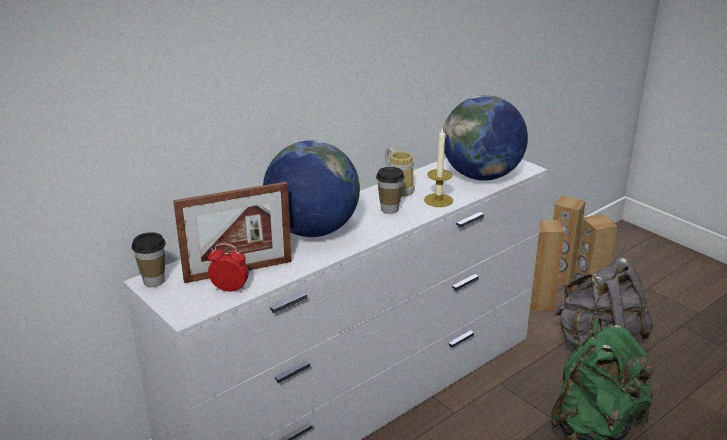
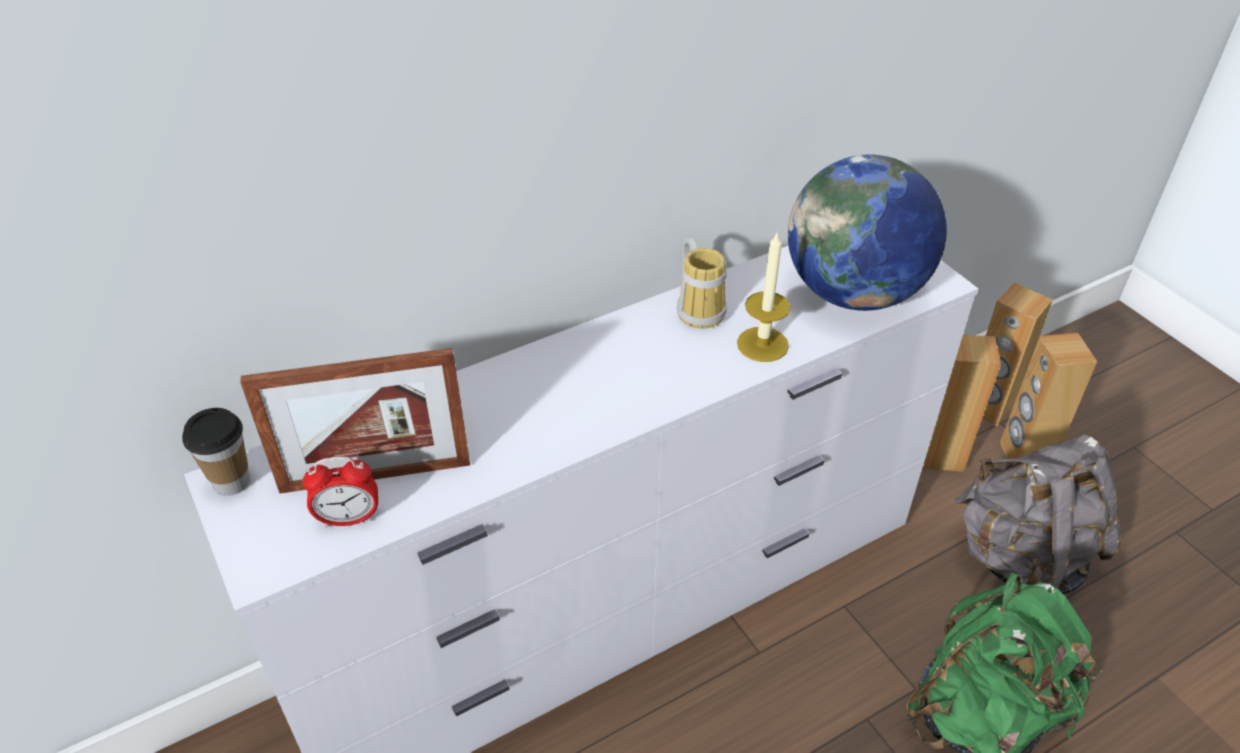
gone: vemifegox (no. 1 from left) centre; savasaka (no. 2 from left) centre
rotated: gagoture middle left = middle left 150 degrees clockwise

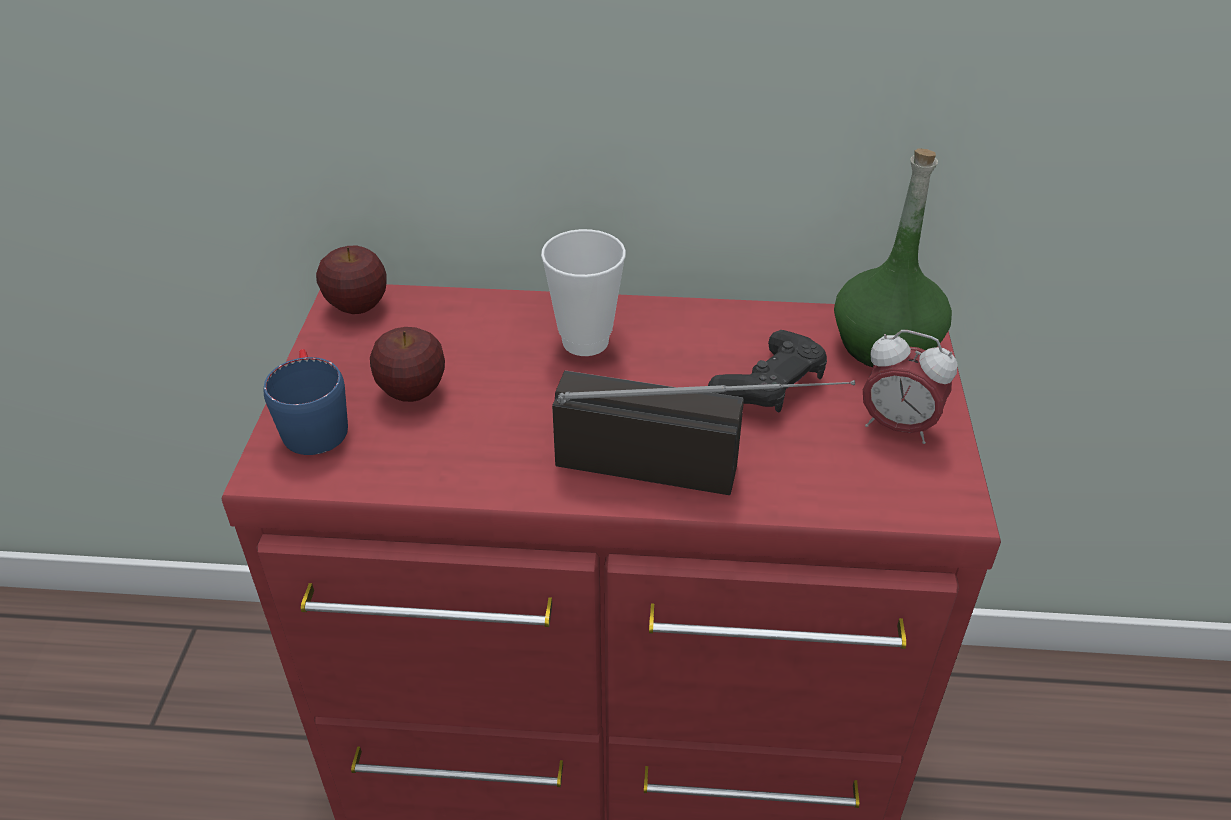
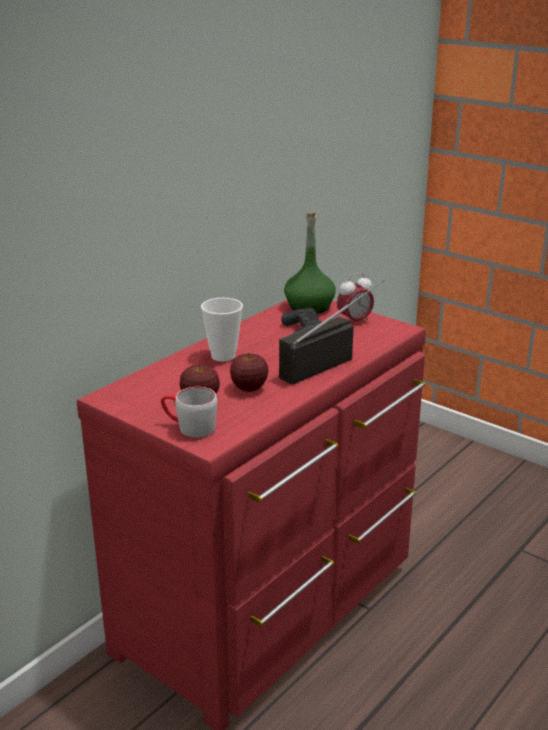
shifted: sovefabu (no. 1 from left in the first image) middle left to sovefabu (no. 2 from left) centre
repainted: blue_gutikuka middle left to grey_gutikuka centre

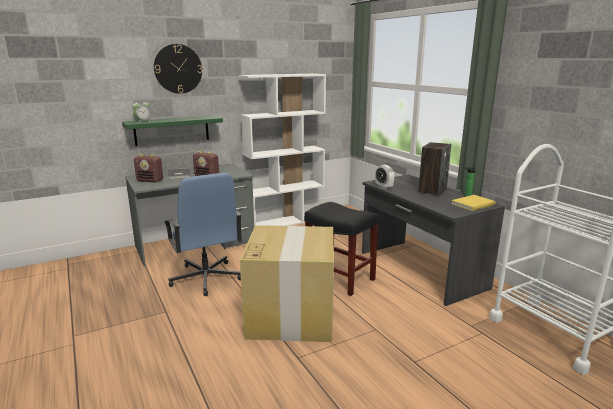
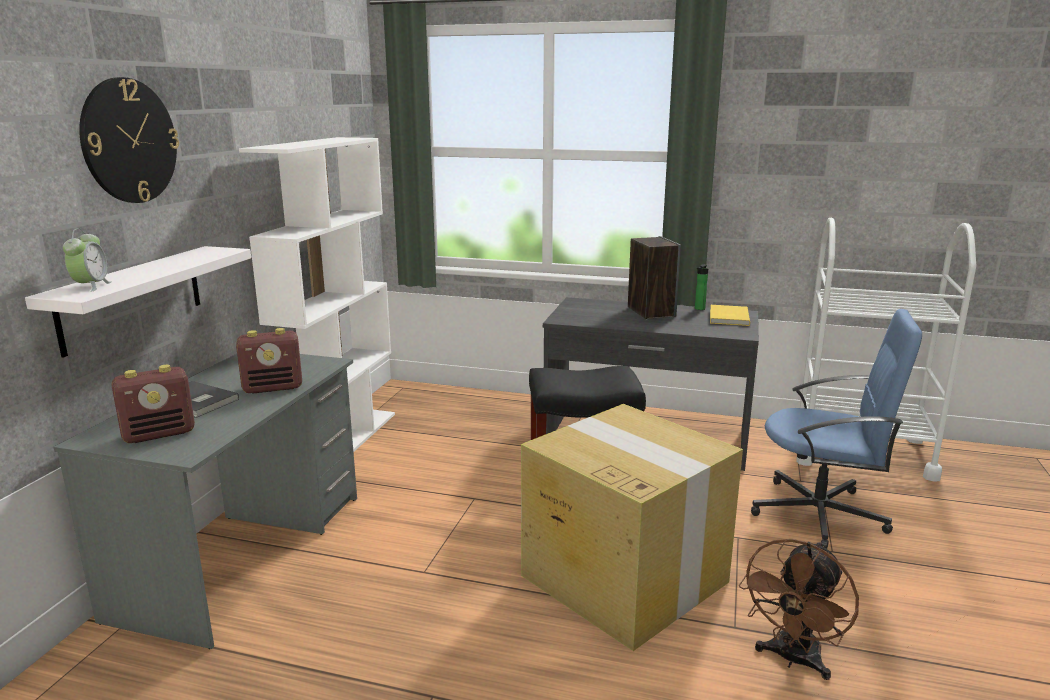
gone: gagoture (no. 2 from left) centre
new: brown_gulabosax bottom right
shifted: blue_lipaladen middle left to middle right
repainted: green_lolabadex top left to white_lolabadex middle left

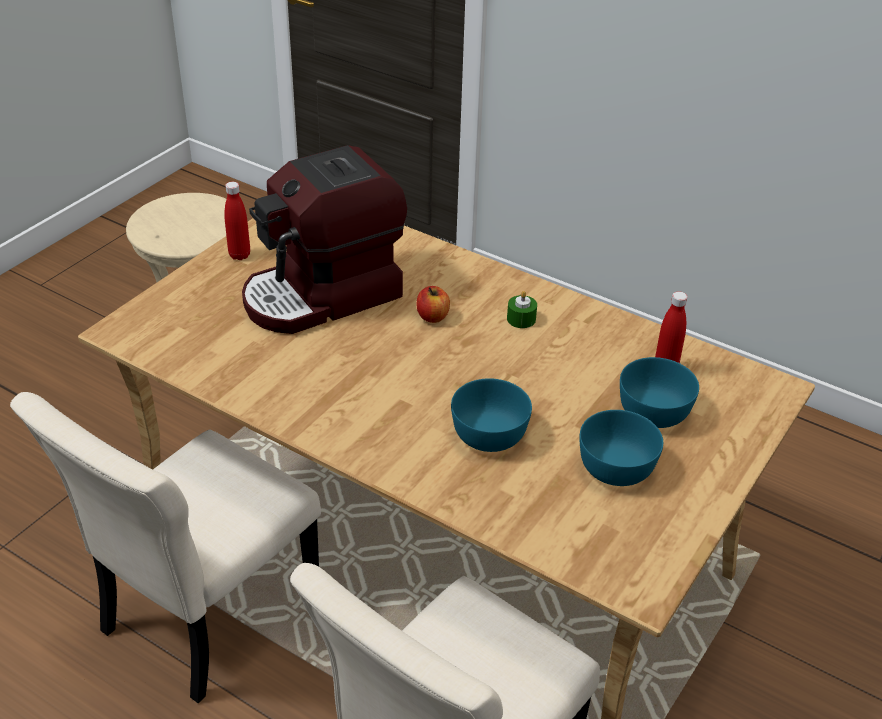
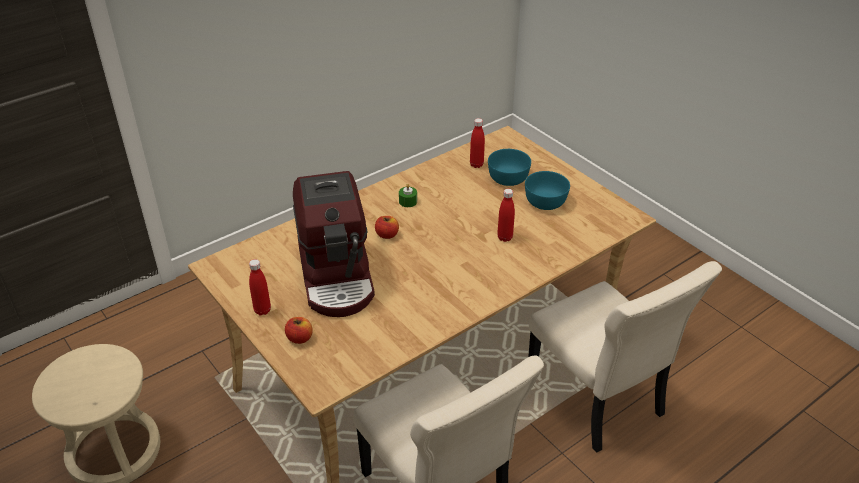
new: sovefabu (no. 1 from left) bottom centre
swapped: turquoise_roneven (no. 1 from left) centre to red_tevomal (no. 3 from left) centre

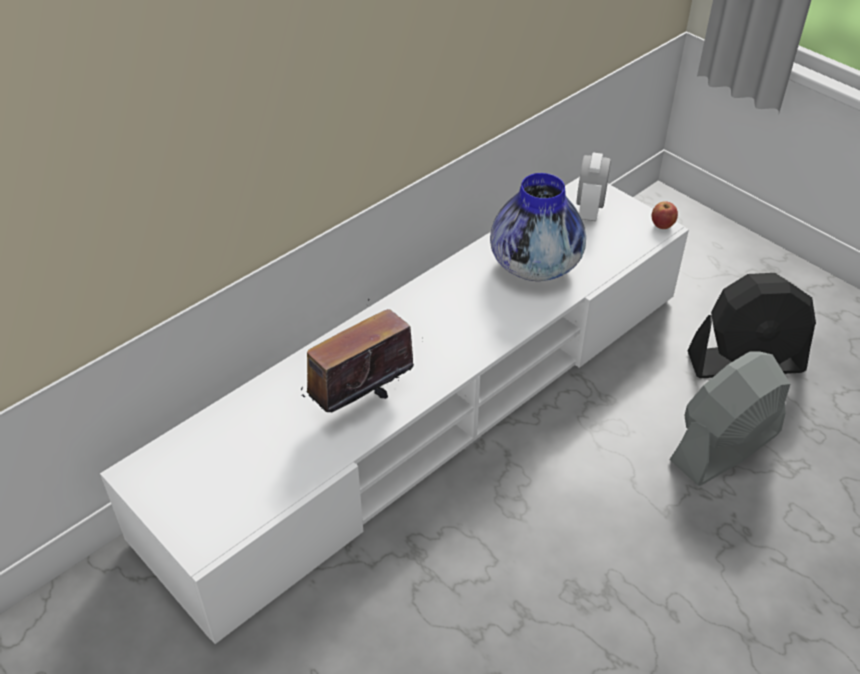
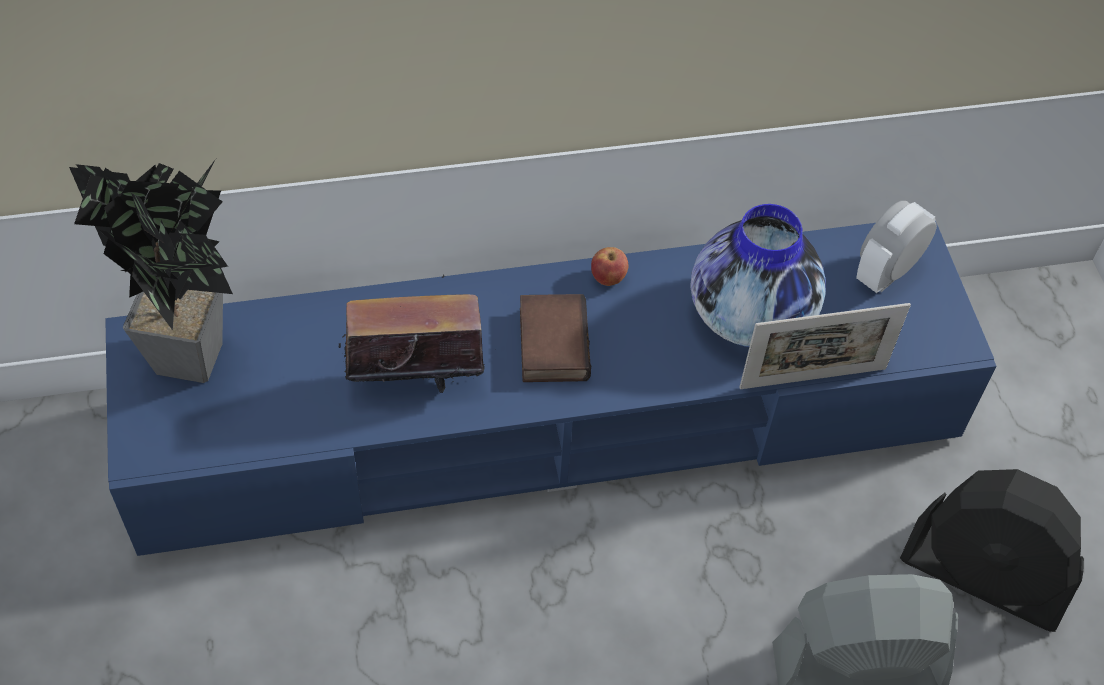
new: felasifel middle left; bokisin centre; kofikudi middle right
shifted: sovefabu top right to centre
repainted: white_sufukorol centre to blue_sufukorol centre

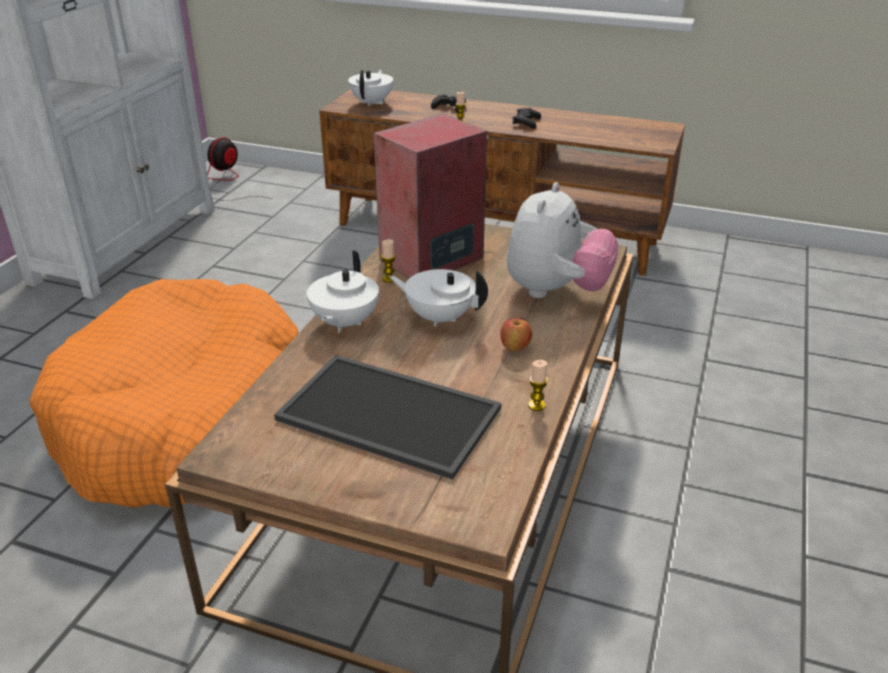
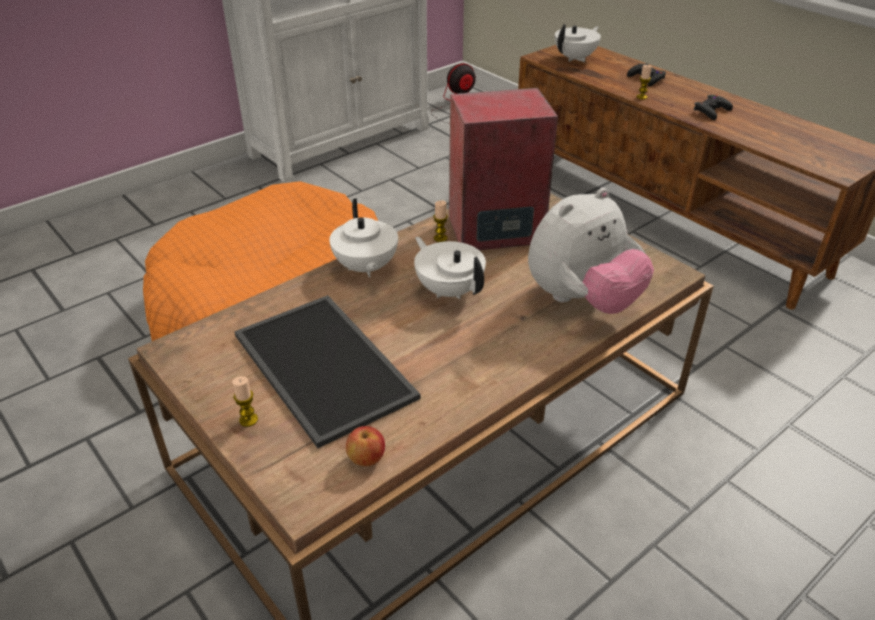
shifted: sovefabu centre to bottom centre; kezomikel (no. 3 from left in the first image) centre to kezomikel (no. 1 from left) middle left
rotated: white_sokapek (no. 1 from left) centre = centre 60 degrees counterclockwise

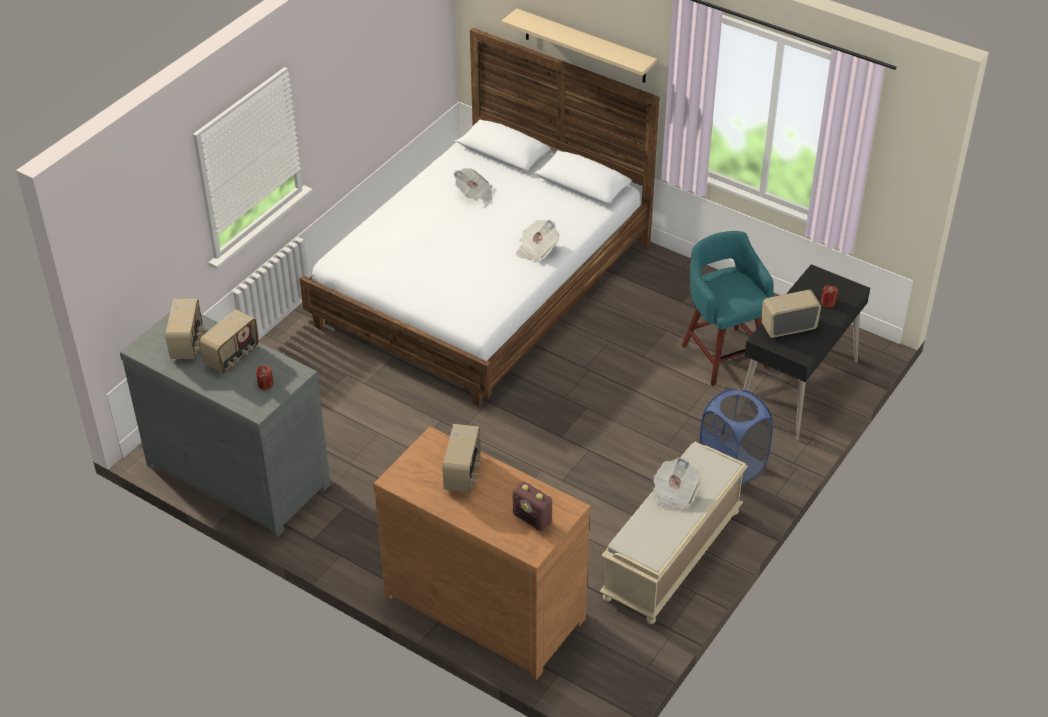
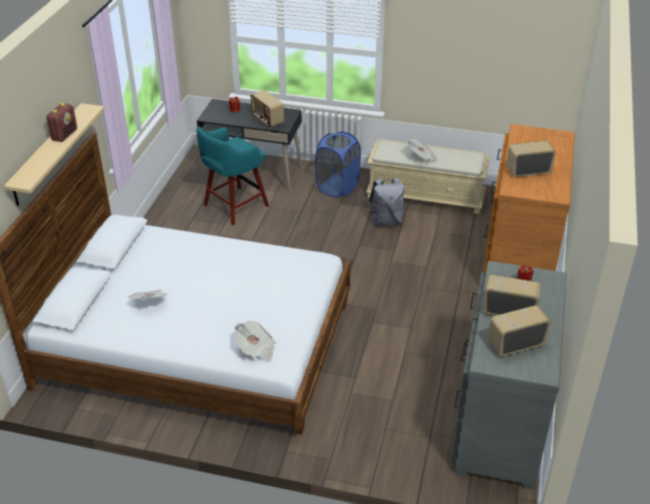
new: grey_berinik centre
shifted: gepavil (no. 4 from left in the first image) bottom centre to gepavil (no. 1 from left) top left; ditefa (no. 2 from left) centre to bottom centre

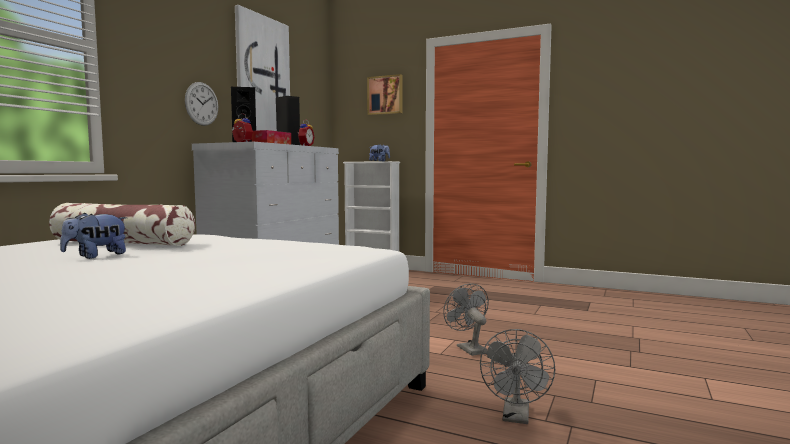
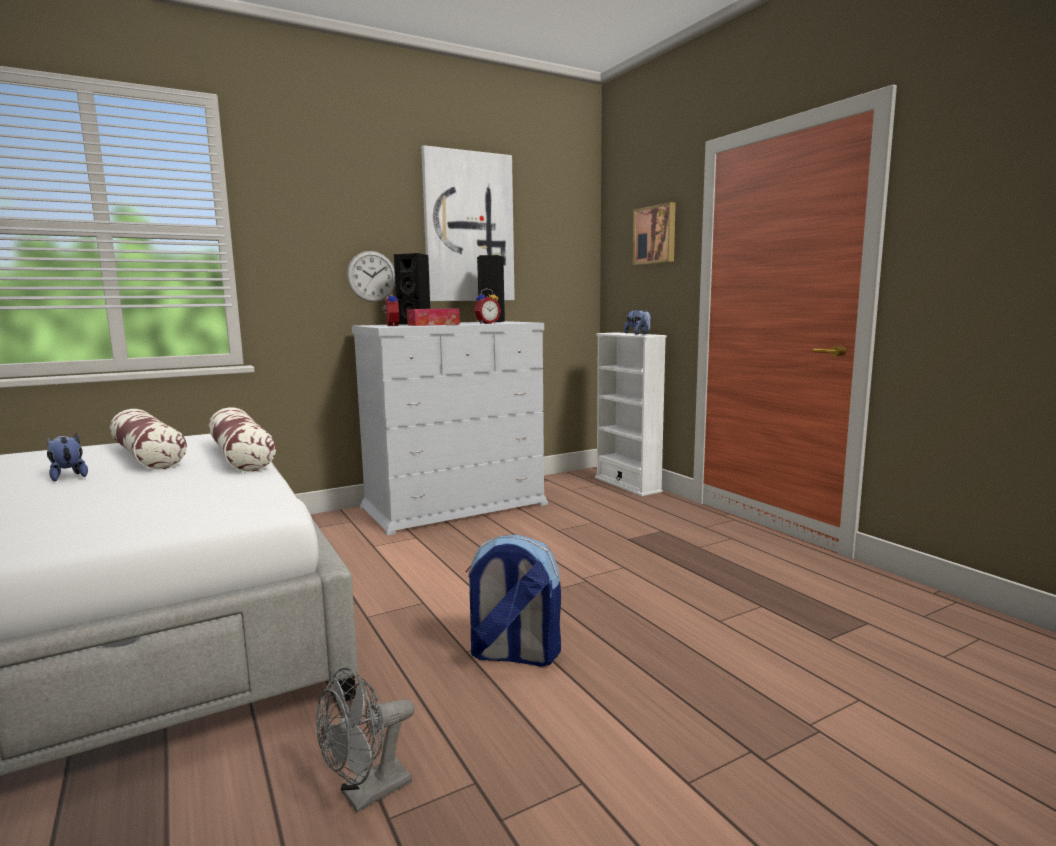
new: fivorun (no. 2 from left) middle left
swapped: grey_gulabosax (no. 1 from left) bottom centre to berinik bottom centre
rotated: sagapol (no. 1 from left) middle left = middle left 60 degrees clockwise

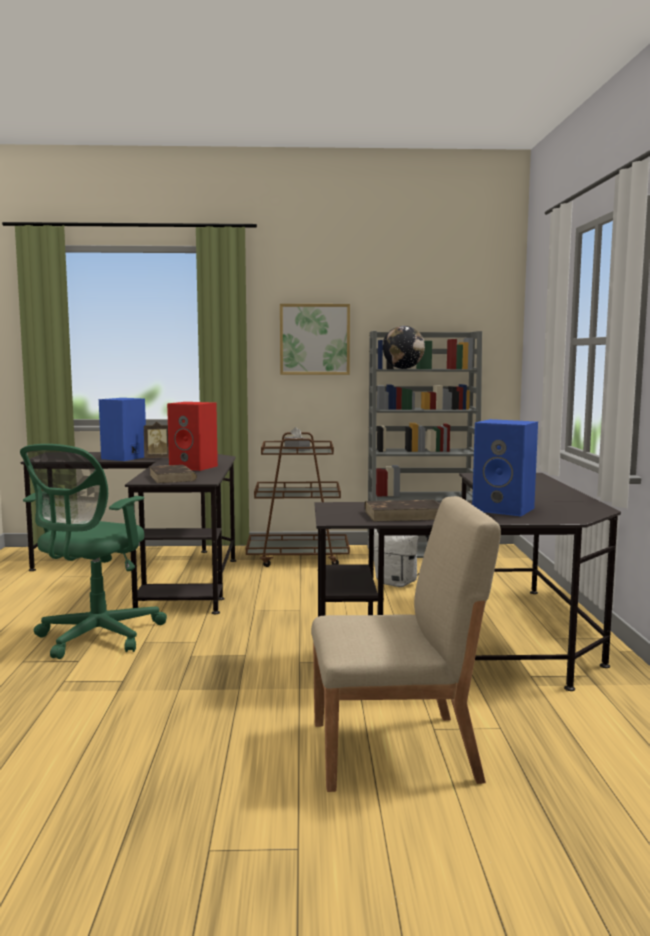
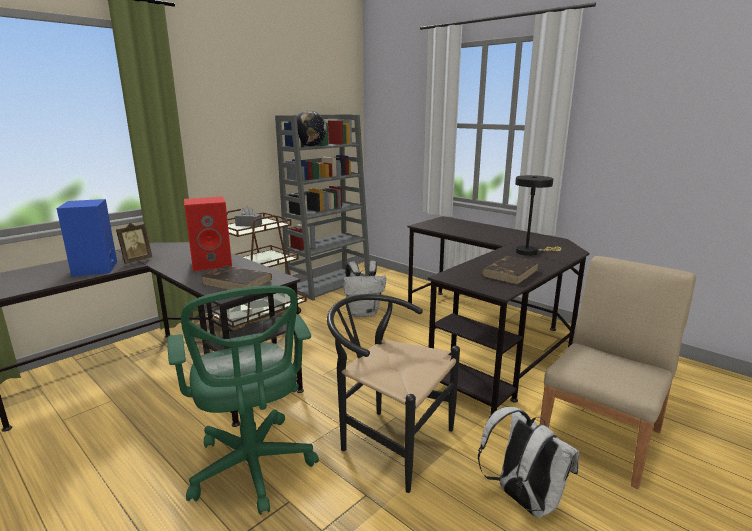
gone: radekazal centre
new: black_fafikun bottom centre; white_berinik (no. 2 from left) bottom right
swapped: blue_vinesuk (no. 2 from left) middle right to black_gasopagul middle right

